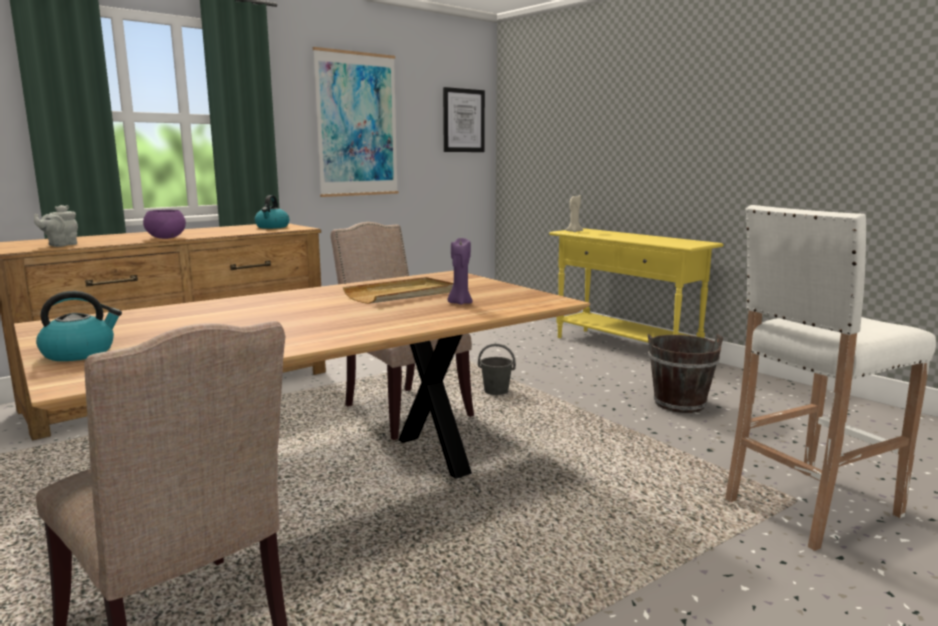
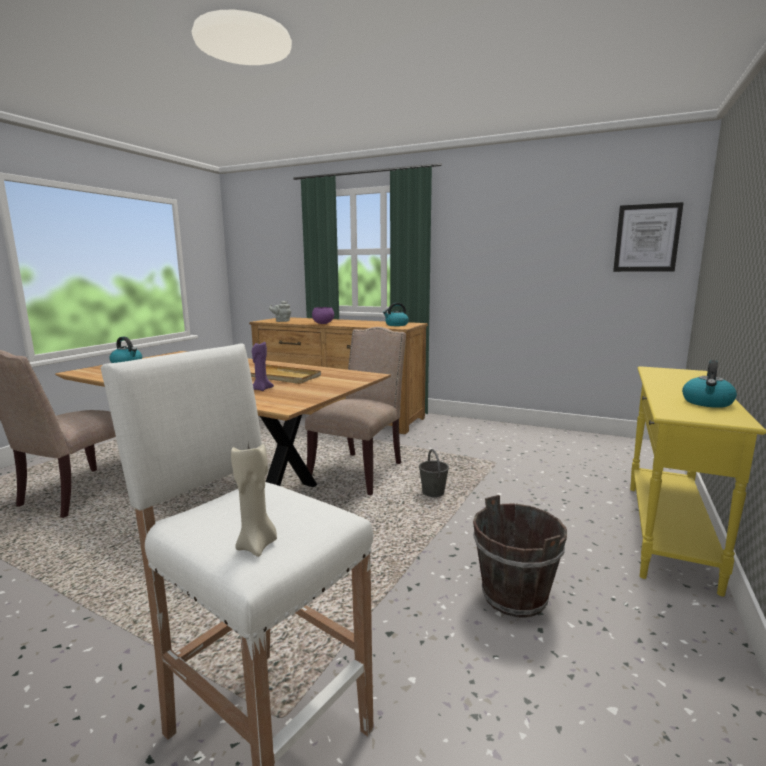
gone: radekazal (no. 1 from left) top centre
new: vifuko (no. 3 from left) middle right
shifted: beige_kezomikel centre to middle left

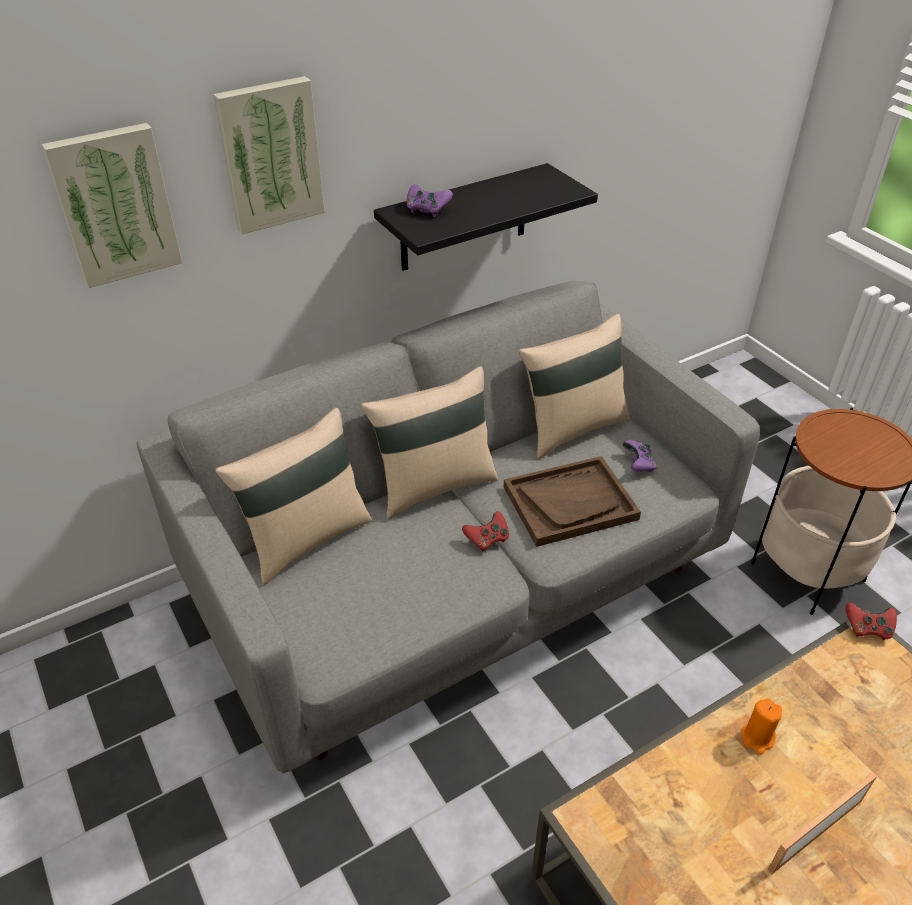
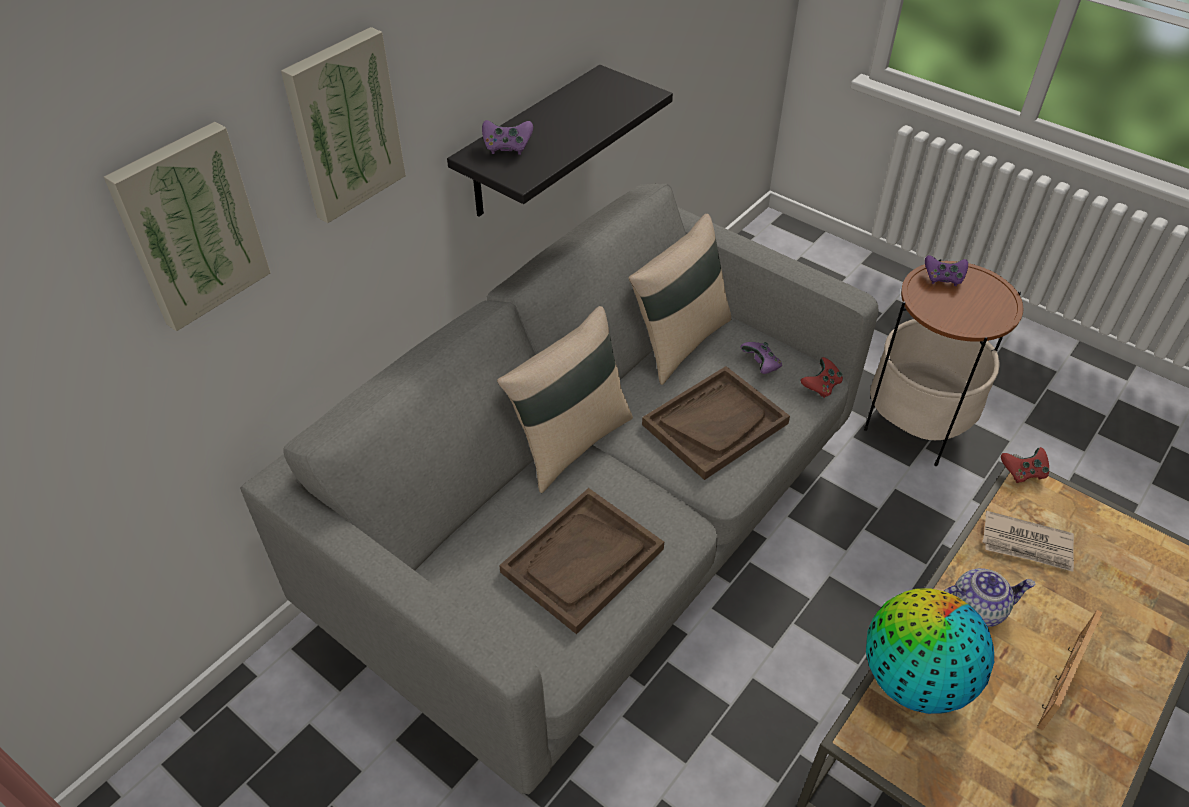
gone: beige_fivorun (no. 1 from left) middle left
new: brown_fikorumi (no. 1 from left) bottom centre; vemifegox bottom right; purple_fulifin (no. 3 from left) middle right; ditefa bottom right
shifted: red_fulifin (no. 1 from left) centre to middle right
swapped: orange_kezomikel bottom right to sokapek bottom right

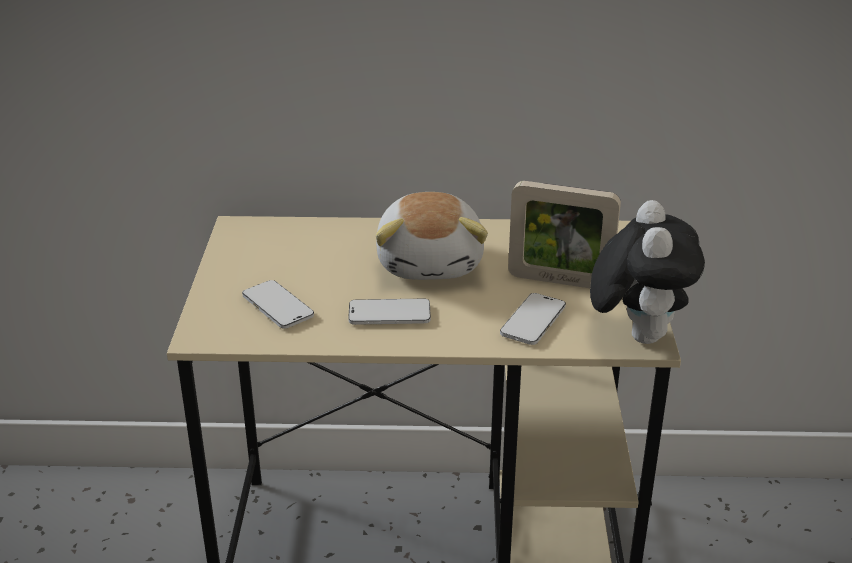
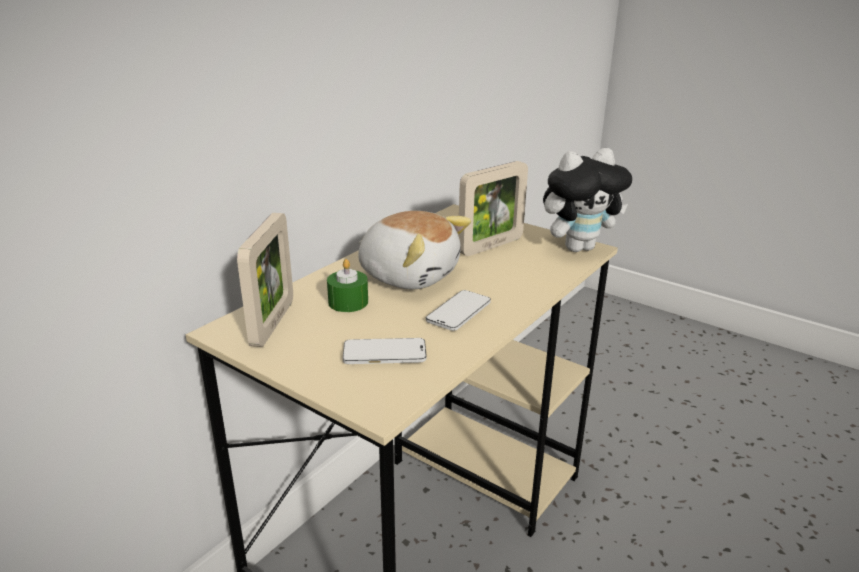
gone: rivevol (no. 3 from left) centre
new: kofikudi (no. 1 from left) middle left; green_kezomikel centre
rotated: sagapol (no. 2 from left) middle right = middle right 120 degrees clockwise

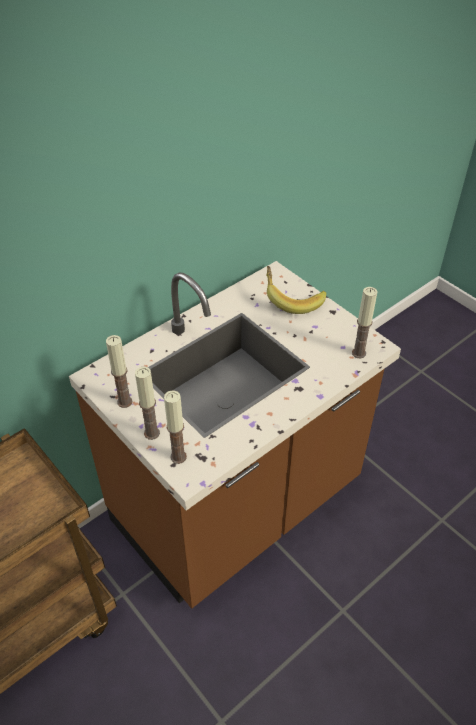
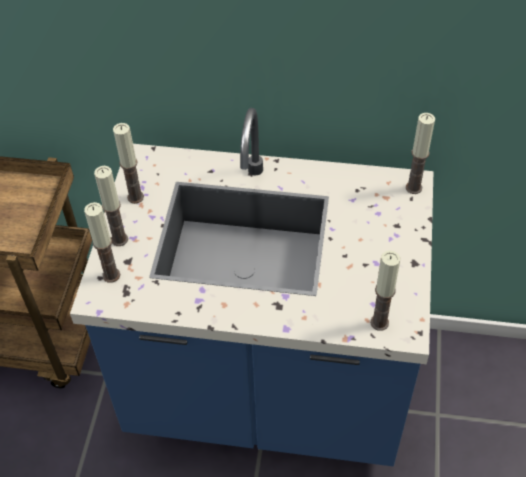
gone: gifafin centre
new: kezomikel (no. 5 from left) top right
repainted: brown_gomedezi centre to blue_gomedezi centre

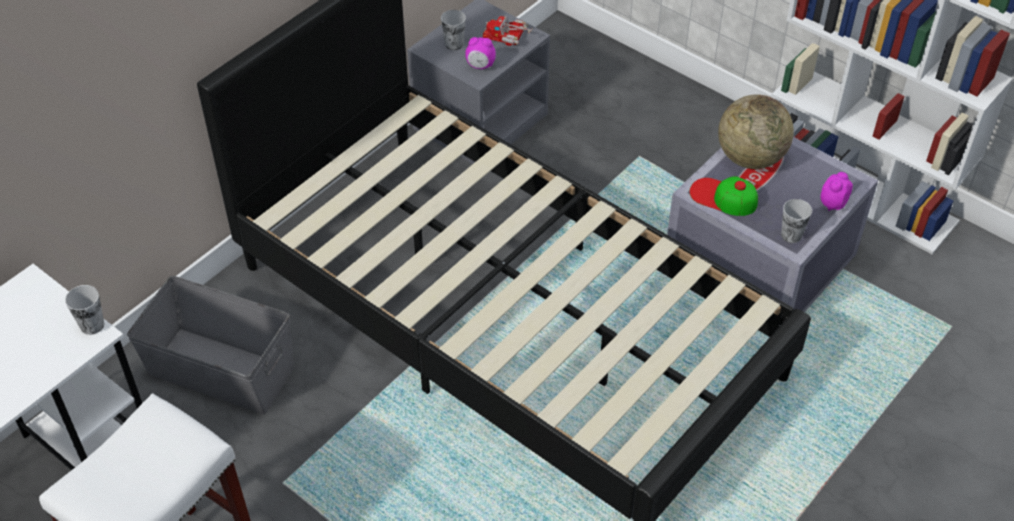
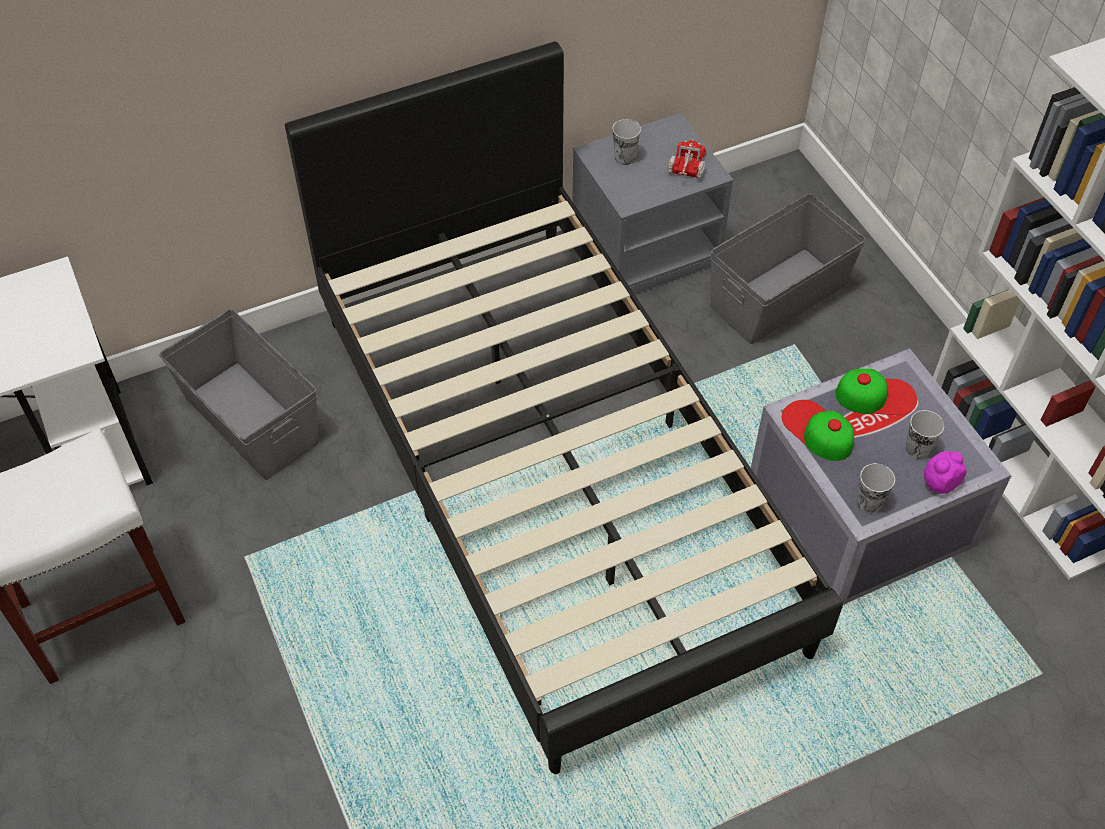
gone: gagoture (no. 1 from left) top centre
new: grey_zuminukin (no. 2 from left) top right
shifted: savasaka (no. 1 from left in the first image) middle left to savasaka (no. 3 from left) middle right
swapped: vemifegox top right to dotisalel (no. 2 from left) middle right
rotated: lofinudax top centre = top centre 60 degrees clockwise

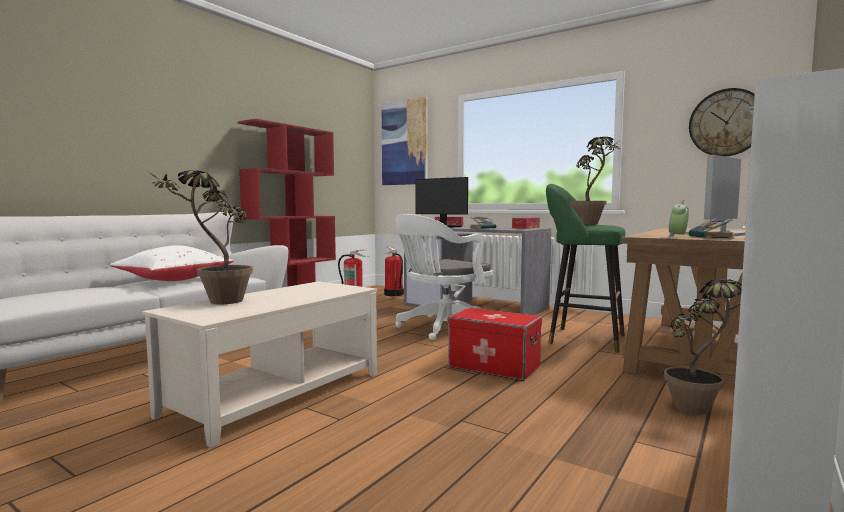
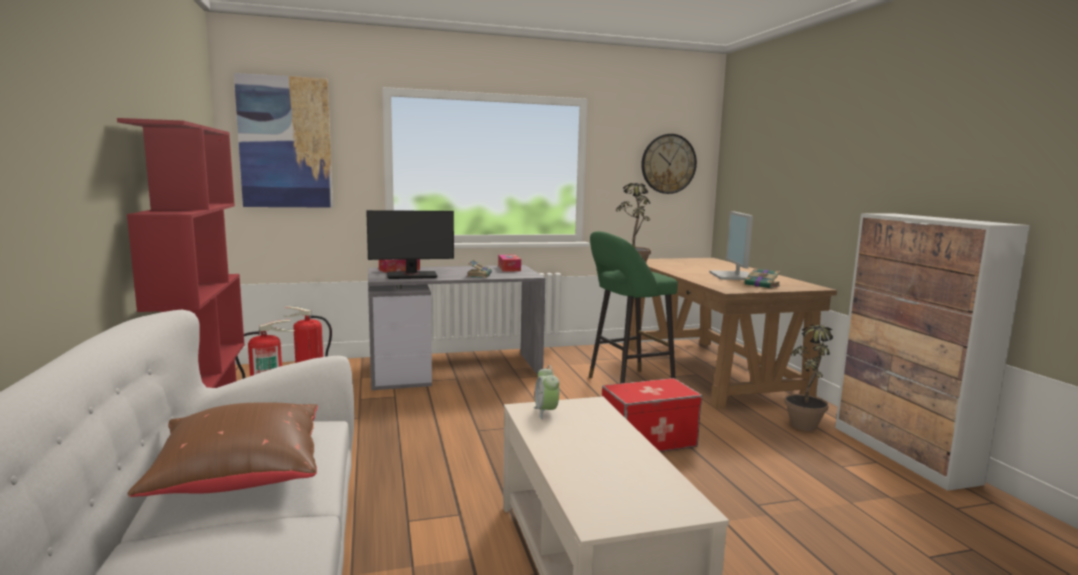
gone: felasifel (no. 1 from left) middle left; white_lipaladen centre
shifted: gagoture middle right to bottom centre
repainted: white_fivorun middle left to brown_fivorun bottom left

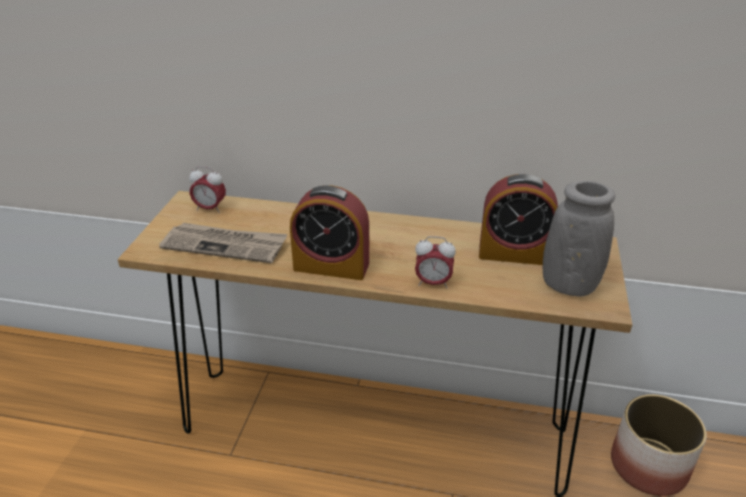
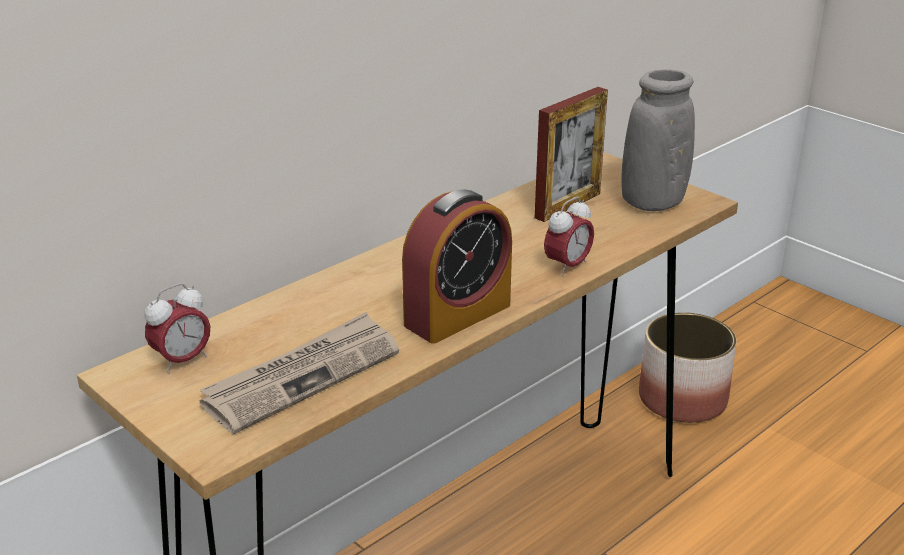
swapped: gagoture (no. 4 from left) middle right to kofikudi top centre

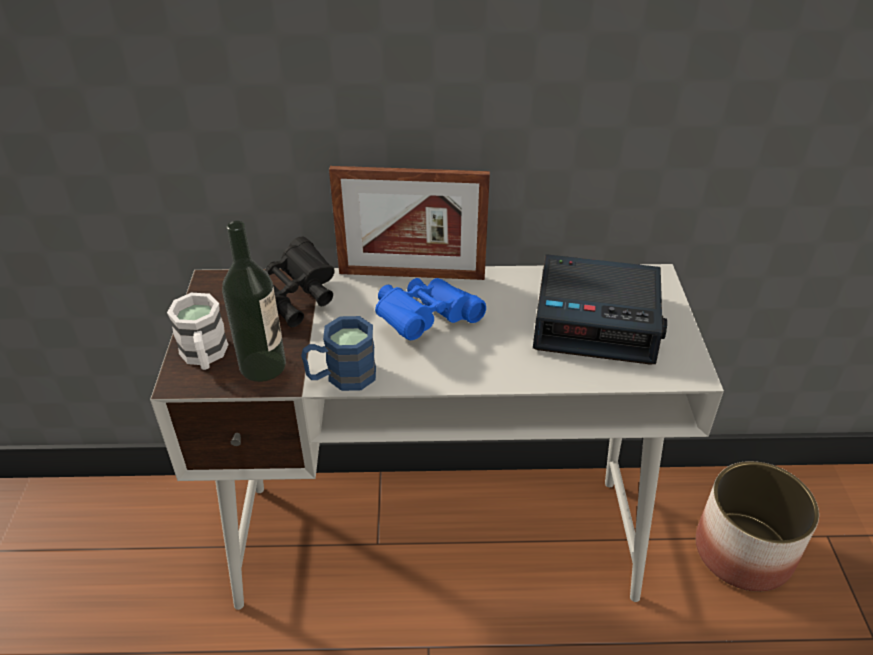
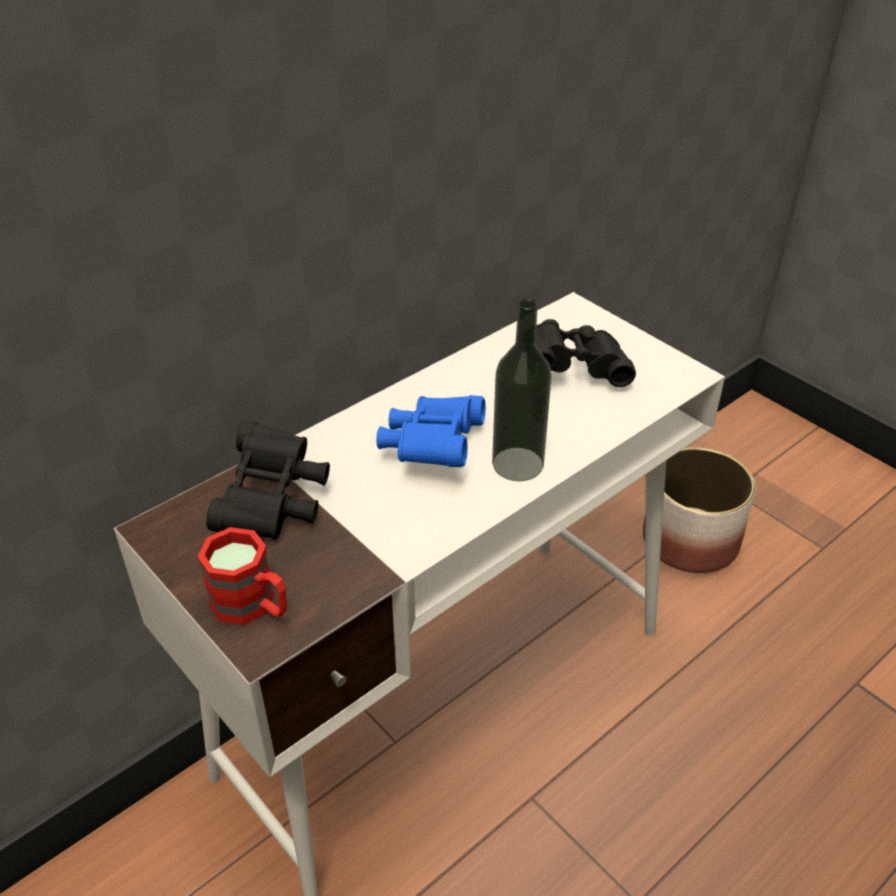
gone: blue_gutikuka centre; kofikudi centre
shifted: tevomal middle left to centre
swapped: gagoture middle right to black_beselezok (no. 2 from left) centre
repainted: white_gutikuka middle left to red_gutikuka middle left

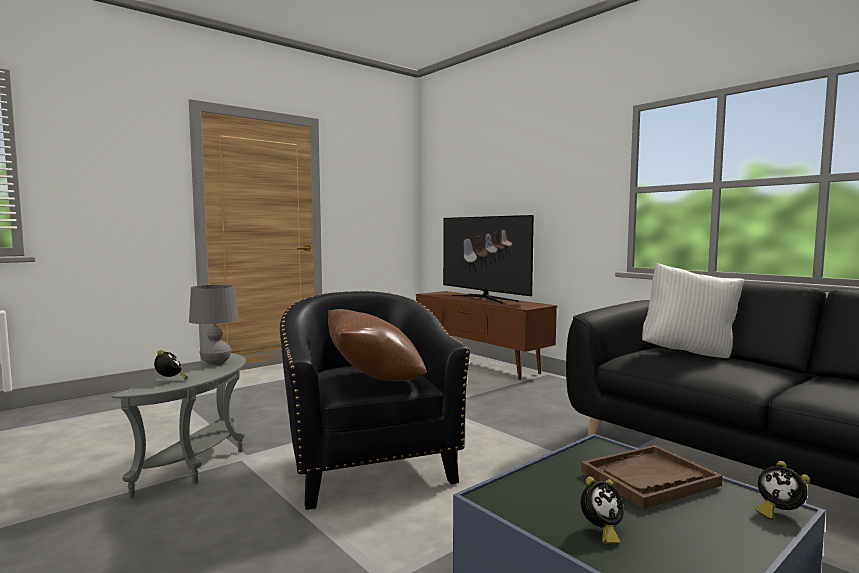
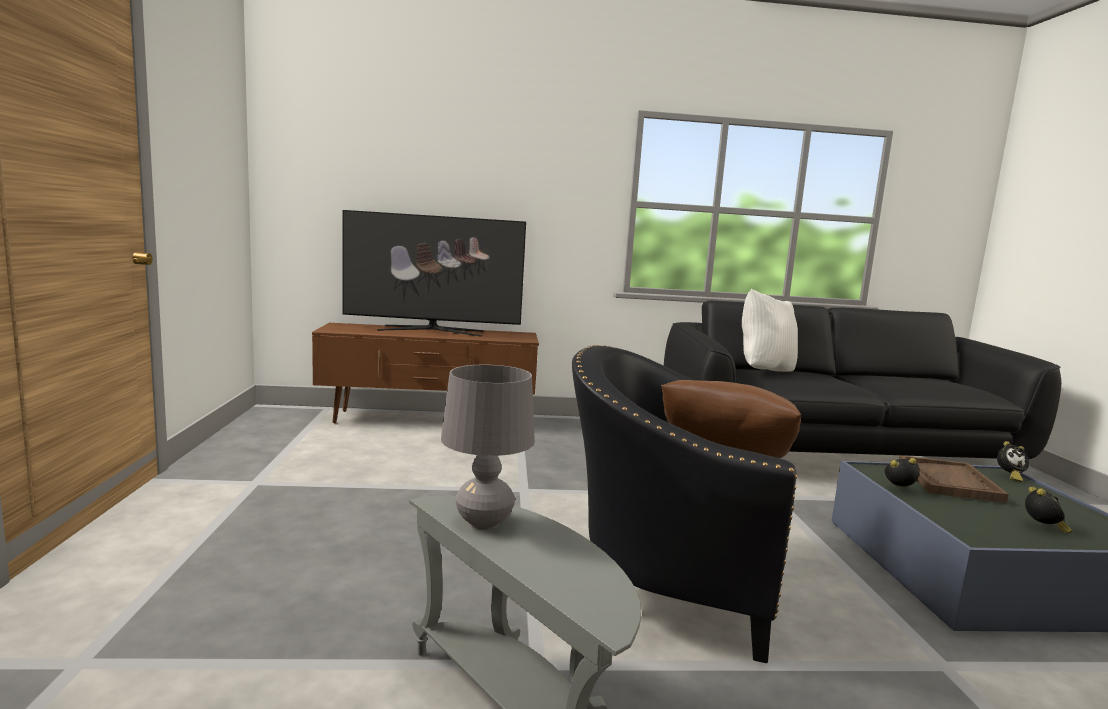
shifted: gagoture (no. 1 from left) middle left to middle right

